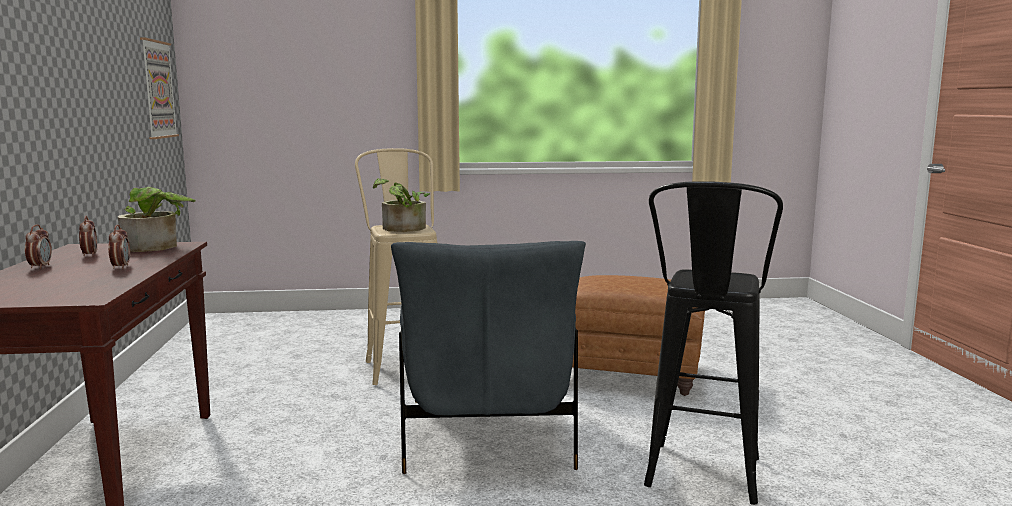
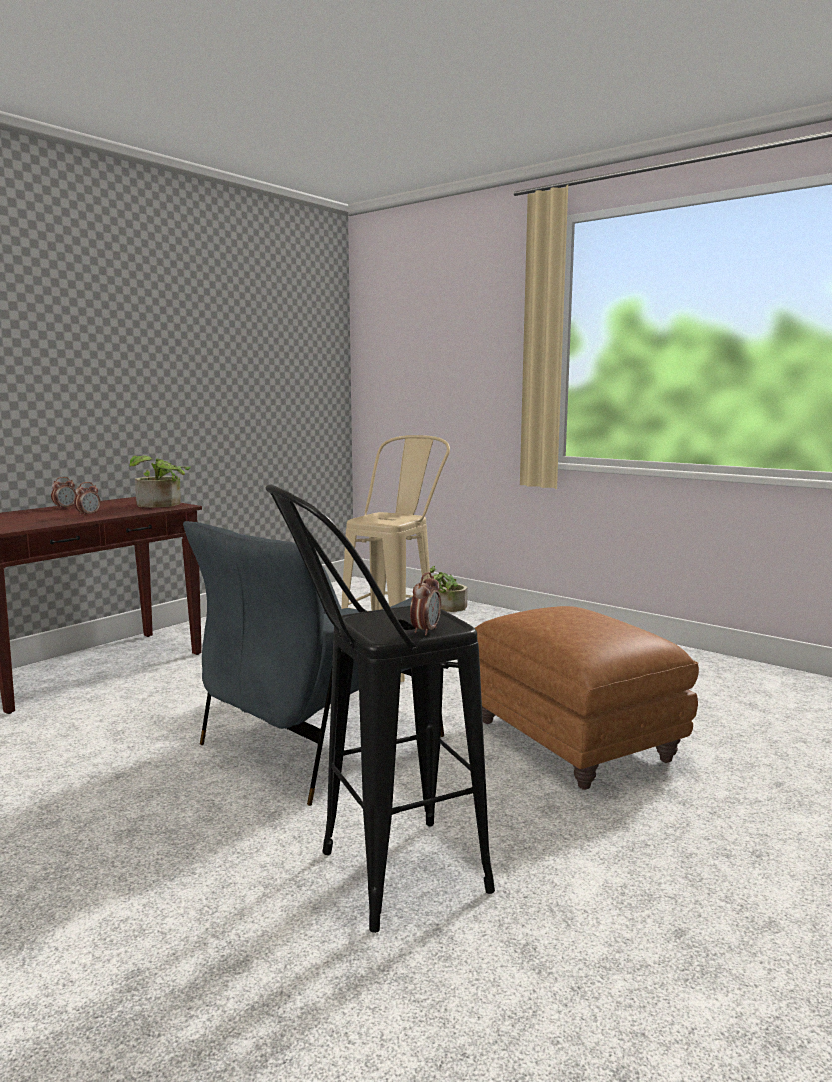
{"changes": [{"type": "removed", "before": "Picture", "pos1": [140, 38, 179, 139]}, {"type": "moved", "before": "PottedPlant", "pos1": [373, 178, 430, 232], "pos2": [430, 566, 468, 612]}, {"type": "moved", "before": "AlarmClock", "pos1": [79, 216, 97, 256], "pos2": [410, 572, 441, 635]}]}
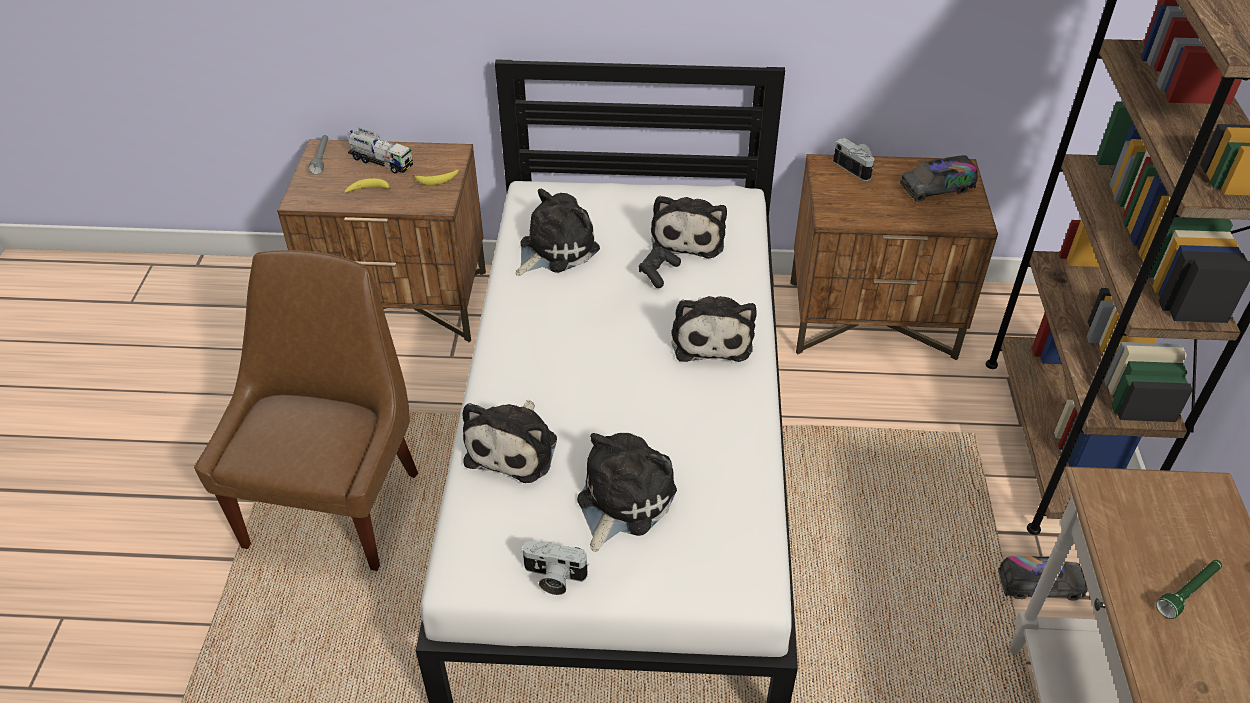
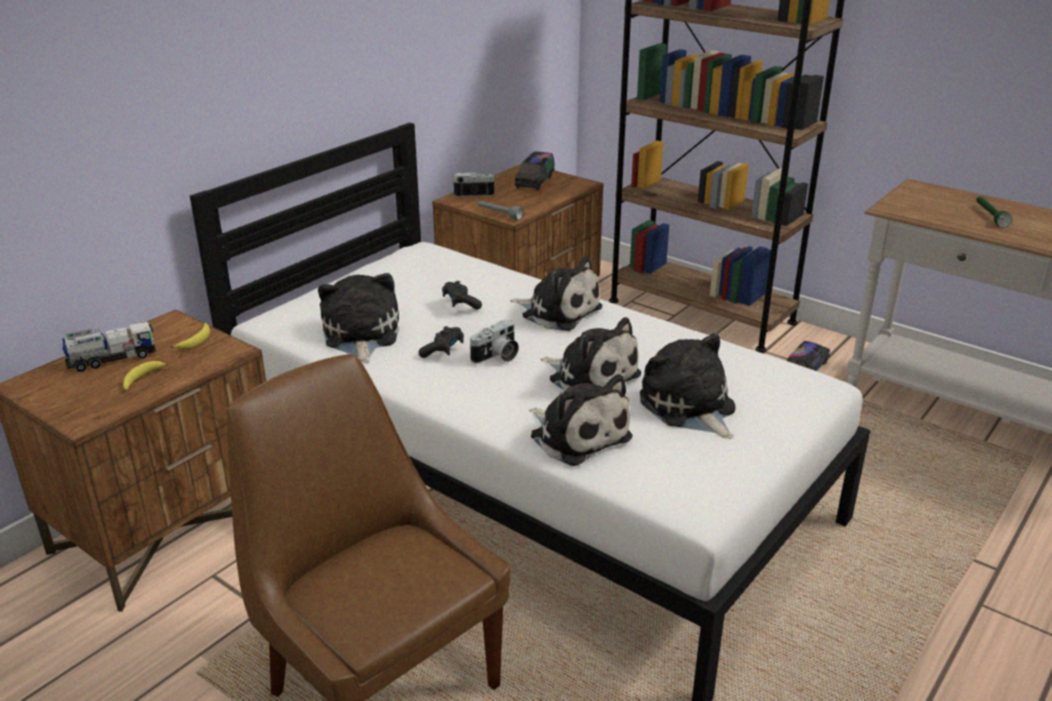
{"changes": [{"type": "moved", "before": "GreyFlashlight", "pos1": [309, 135, 328, 175], "pos2": [478, 201, 524, 220]}, {"type": "moved", "before": "PlushToy", "pos1": [651, 195, 727, 259], "pos2": [541, 317, 641, 391]}, {"type": "moved", "before": "PhotoCamera", "pos1": [521, 541, 589, 595], "pos2": [470, 320, 519, 364]}, {"type": "added", "after": "BlackGameController", "pos2": [419, 326, 464, 358]}]}
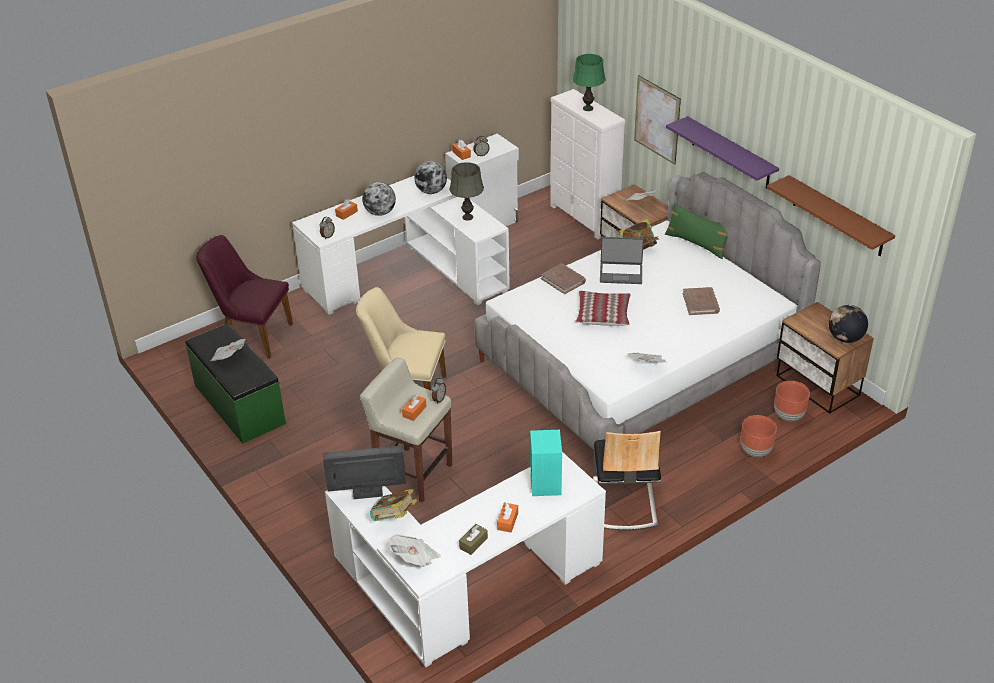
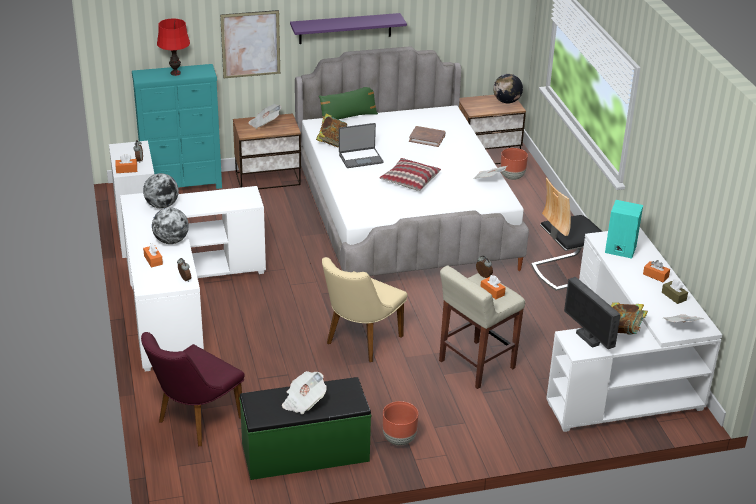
{"changes": [{"type": "recoloured", "before": "GreenTableLamp", "after": "RedTableLamp", "pos1": [572, 54, 605, 111], "pos2": [157, 18, 190, 76]}, {"type": "recoloured", "before": "WhiteDresser", "after": "TurquoiseDresser", "pos1": [550, 89, 625, 239], "pos2": [132, 64, 222, 189]}, {"type": "removed", "before": "GreyTableLamp", "pos1": [449, 162, 484, 221]}, {"type": "removed", "before": "BrownShelf", "pos1": [766, 175, 895, 256]}, {"type": "turned", "before": "Laptop", "pos1": [600, 237, 644, 284], "pos2": [339, 123, 384, 168], "turn": 45}, {"type": "removed", "before": "BrownBook", "pos1": [541, 263, 586, 294]}, {"type": "moved", "before": "BrownPlanter", "pos1": [741, 415, 777, 457], "pos2": [383, 401, 418, 446]}, {"type": "turned", "before": "Chair", "pos1": [593, 431, 661, 531], "pos2": [531, 178, 602, 291], "turn": 135}, {"type": "turned", "before": "Monitor", "pos1": [323, 445, 406, 499], "pos2": [564, 277, 621, 349], "turn": -45}]}
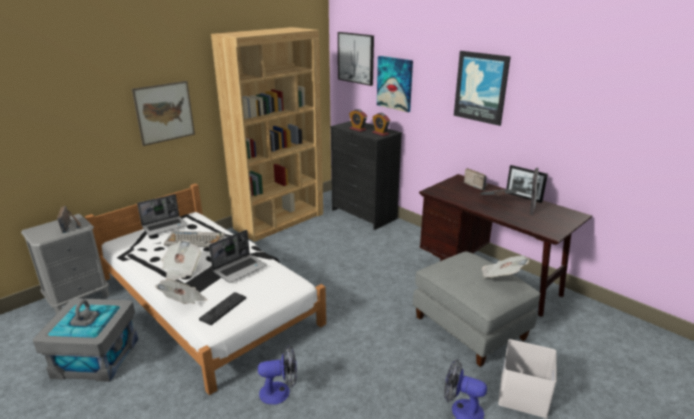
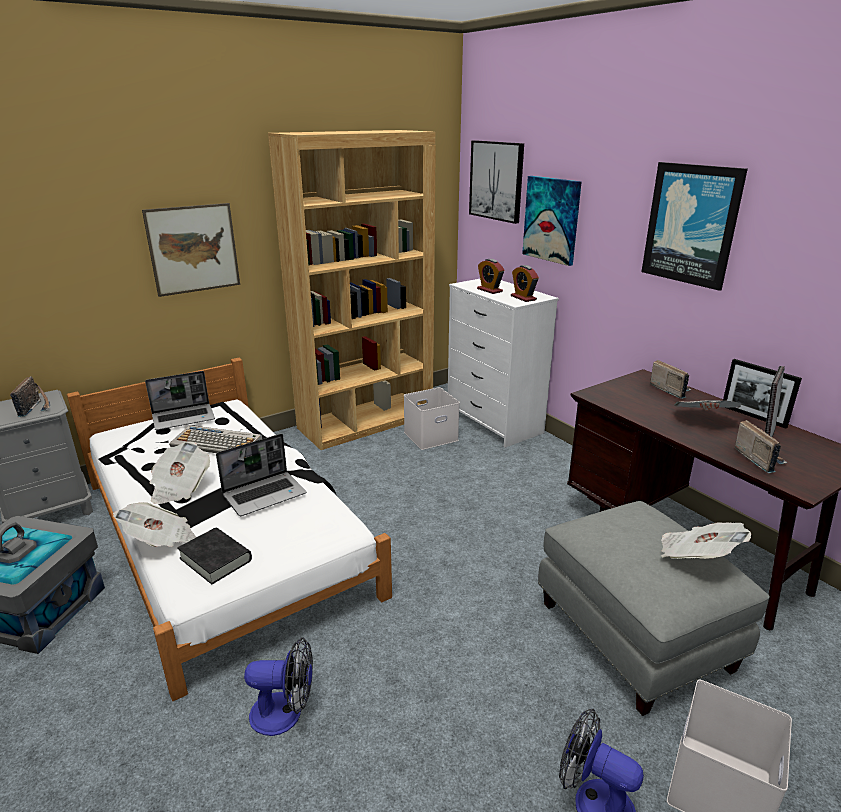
{"changes": [{"type": "recoloured", "before": "BlackDresser", "after": "WhiteDresser", "pos1": [330, 121, 402, 230], "pos2": [448, 279, 559, 448]}, {"type": "replaced", "before": "Keyboard", "after": "BlackBook", "pos1": [199, 292, 246, 325], "pos2": [177, 528, 252, 584]}, {"type": "added", "after": "WhiteStorageBox", "pos2": [404, 387, 460, 450]}, {"type": "added", "after": "Radio", "pos2": [735, 420, 788, 473]}]}
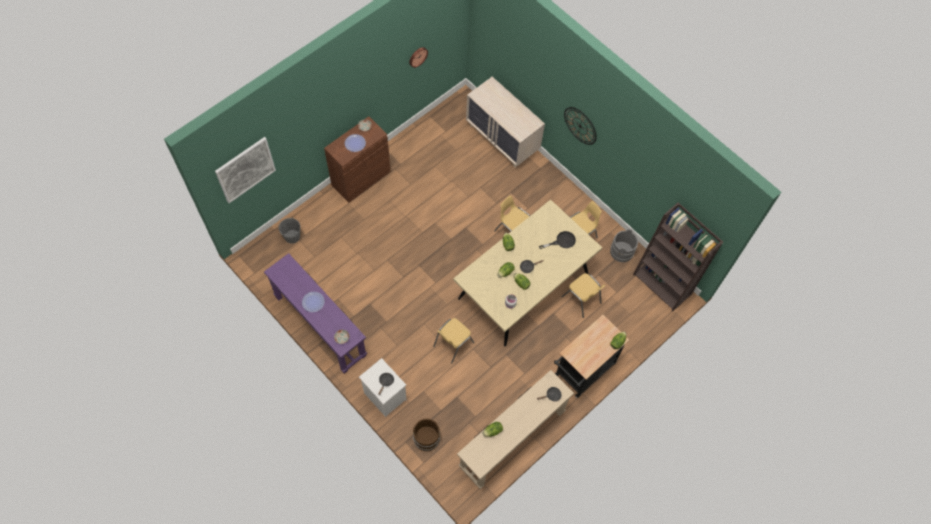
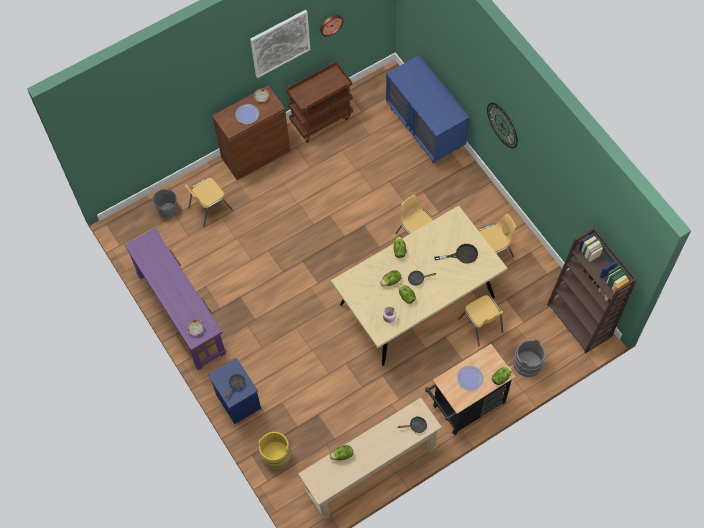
{"changes": [{"type": "recoloured", "before": "BeigeDresser", "after": "BlueDresser", "pos1": [466, 77, 545, 167], "pos2": [386, 56, 470, 164]}, {"type": "moved", "before": "Picture", "pos1": [215, 137, 276, 203], "pos2": [250, 10, 310, 78]}, {"type": "moved", "before": "GreyBucket", "pos1": [610, 229, 638, 262], "pos2": [514, 339, 545, 377]}, {"type": "moved", "before": "Plate", "pos1": [302, 292, 325, 312], "pos2": [457, 366, 483, 391]}, {"type": "moved", "before": "YellowChair", "pos1": [433, 318, 474, 363], "pos2": [185, 178, 233, 227]}, {"type": "recoloured", "before": "WhiteNightstand", "after": "BlueNightstand", "pos1": [359, 358, 407, 417], "pos2": [208, 357, 261, 424]}, {"type": "recoloured", "before": "BrownBucket", "after": "YellowBucket", "pos1": [413, 419, 440, 451], "pos2": [259, 432, 291, 469]}, {"type": "added", "after": "BrownCart", "pos2": [286, 61, 353, 143]}]}
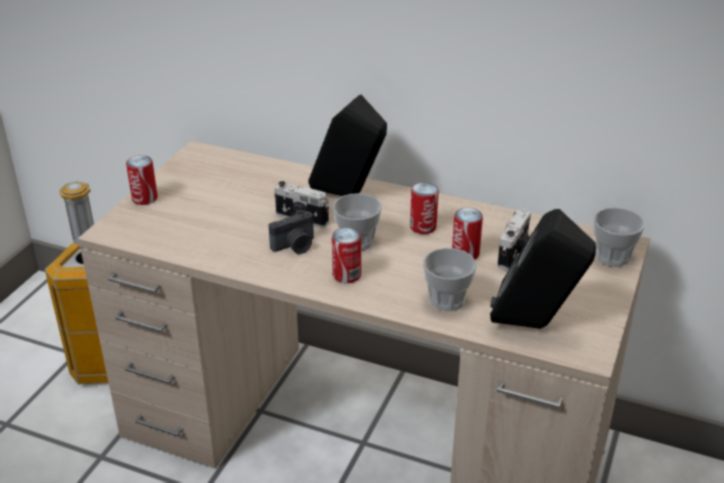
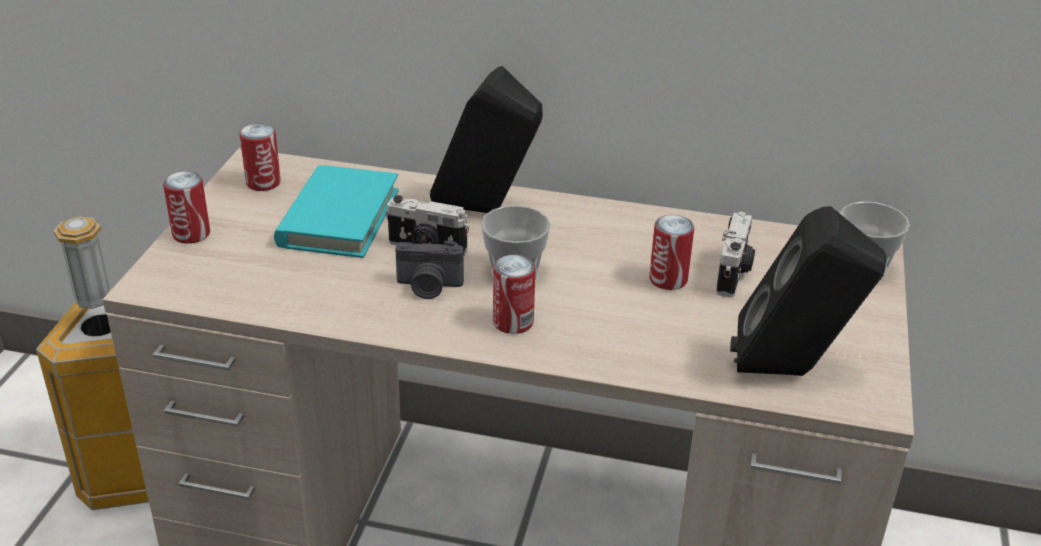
{"changes": [{"type": "moved", "before": "Can", "pos1": [410, 182, 439, 234], "pos2": [240, 123, 281, 191]}, {"type": "turned", "before": "PhotoCamera", "pos1": [269, 210, 314, 254], "pos2": [395, 241, 464, 299], "turn": 45}, {"type": "removed", "before": "Cup", "pos1": [423, 248, 476, 311]}, {"type": "added", "after": "TurquoiseBook", "pos2": [274, 165, 399, 258]}]}
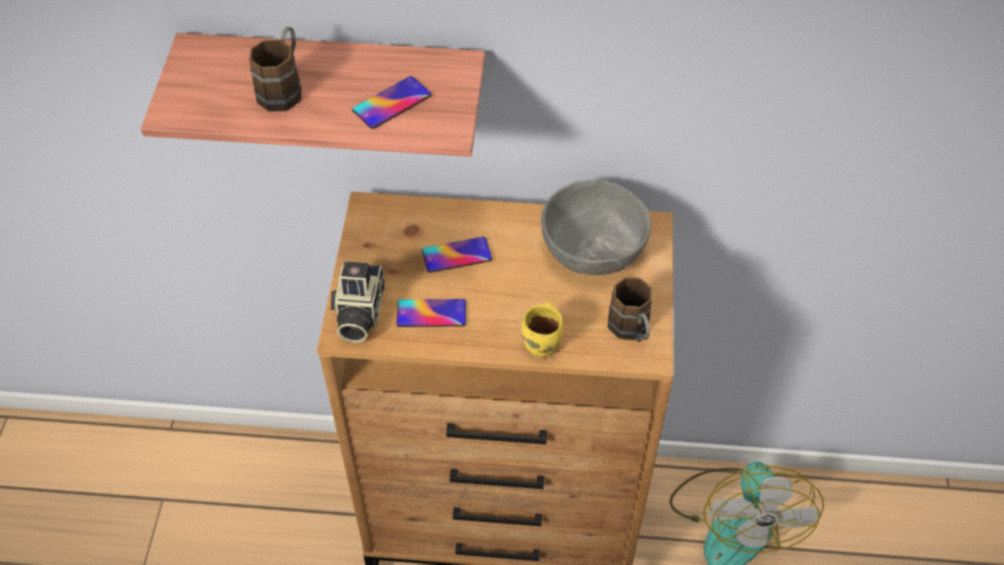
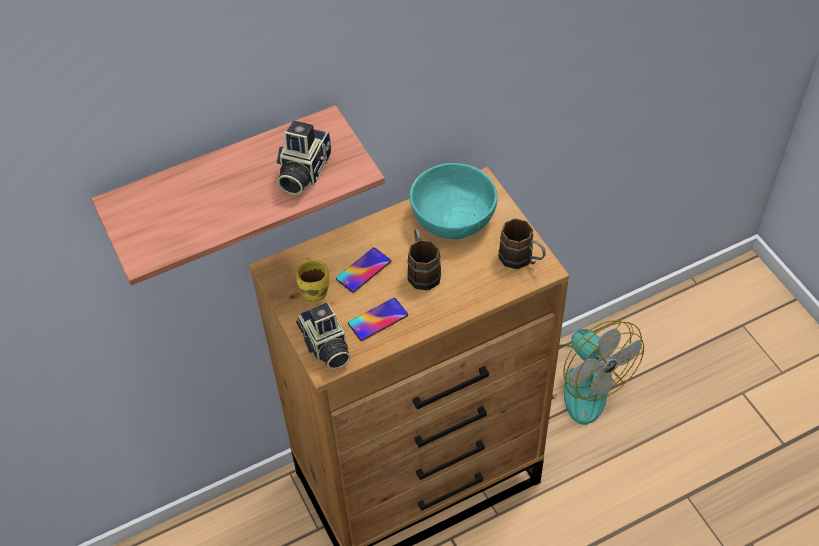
{"changes": [{"type": "moved", "before": "BrownMug", "pos1": [249, 27, 302, 112], "pos2": [407, 228, 441, 290]}, {"type": "replaced", "before": "Phone", "after": "PhotoCamera", "pos1": [352, 76, 432, 129], "pos2": [277, 121, 331, 195]}, {"type": "recoloured", "before": "GreyBowl", "after": "TurquoiseBowl", "pos1": [541, 180, 651, 275], "pos2": [410, 163, 498, 239]}, {"type": "moved", "before": "YellowMug", "pos1": [521, 302, 564, 358], "pos2": [296, 258, 330, 302]}]}
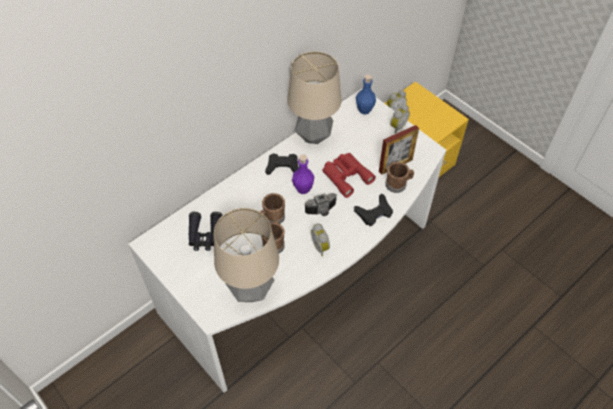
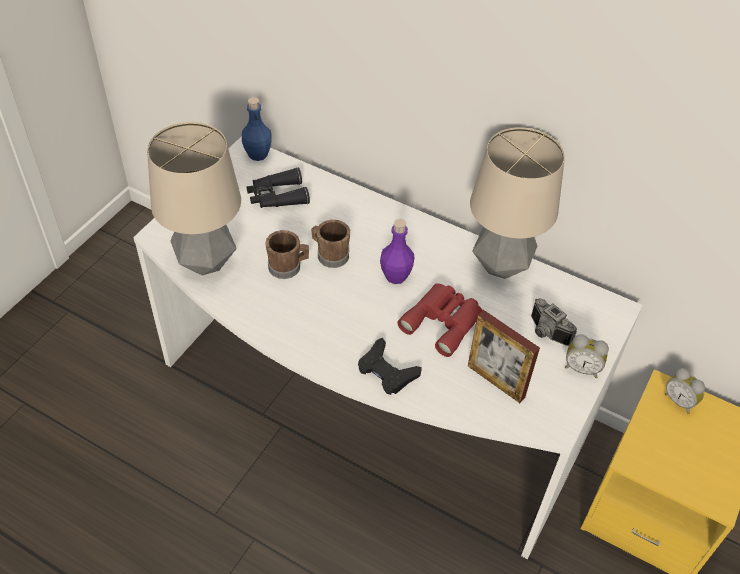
{"changes": [{"type": "moved", "before": "BlueBottle", "pos1": [356, 74, 376, 115], "pos2": [242, 97, 272, 161]}, {"type": "removed", "before": "BlackGameController", "pos1": [265, 153, 299, 175]}, {"type": "removed", "before": "BrownMug", "pos1": [386, 162, 414, 193]}, {"type": "moved", "before": "PhotoCamera", "pos1": [304, 193, 337, 216], "pos2": [531, 298, 577, 346]}, {"type": "removed", "before": "AlarmClock", "pos1": [311, 223, 330, 256]}]}
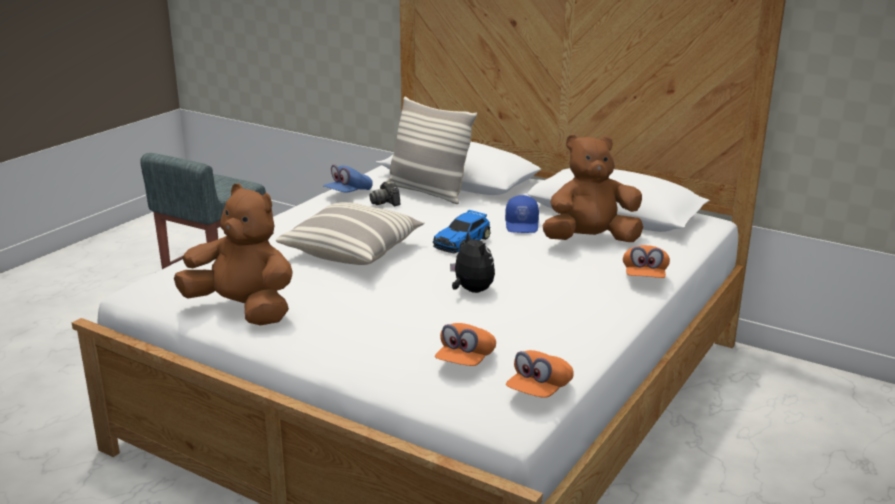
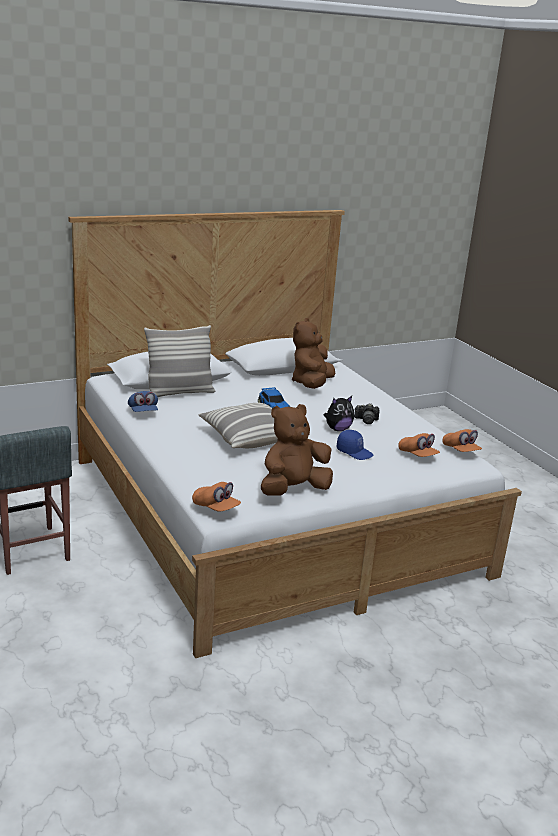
{"changes": [{"type": "moved", "before": "PhotoCamera", "pos1": [369, 181, 401, 206], "pos2": [354, 403, 379, 424]}, {"type": "moved", "before": "BlueCap", "pos1": [505, 195, 539, 233], "pos2": [337, 430, 374, 460]}, {"type": "turned", "before": "PlushToy", "pos1": [450, 231, 495, 293], "pos2": [324, 396, 354, 431], "turn": 150}, {"type": "moved", "before": "OrangeCap", "pos1": [623, 245, 670, 278], "pos2": [192, 482, 241, 511]}]}
